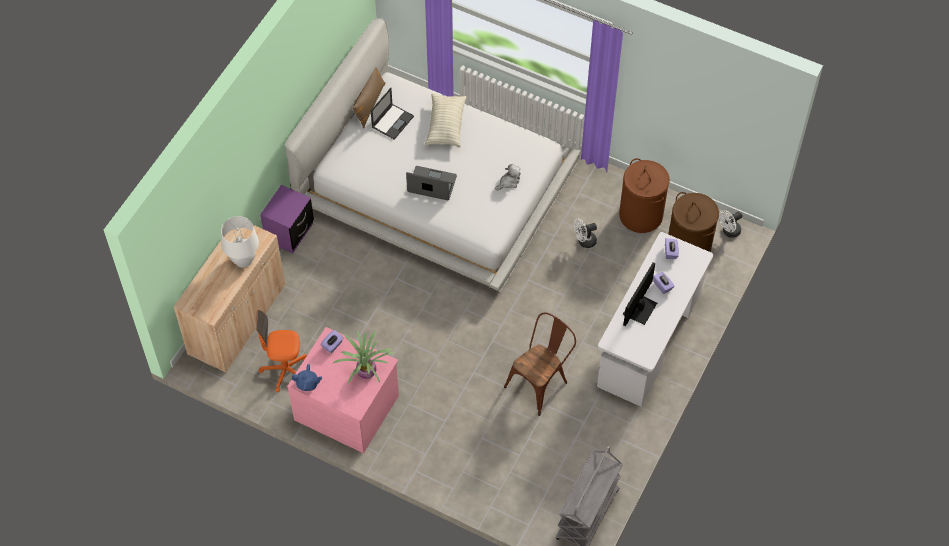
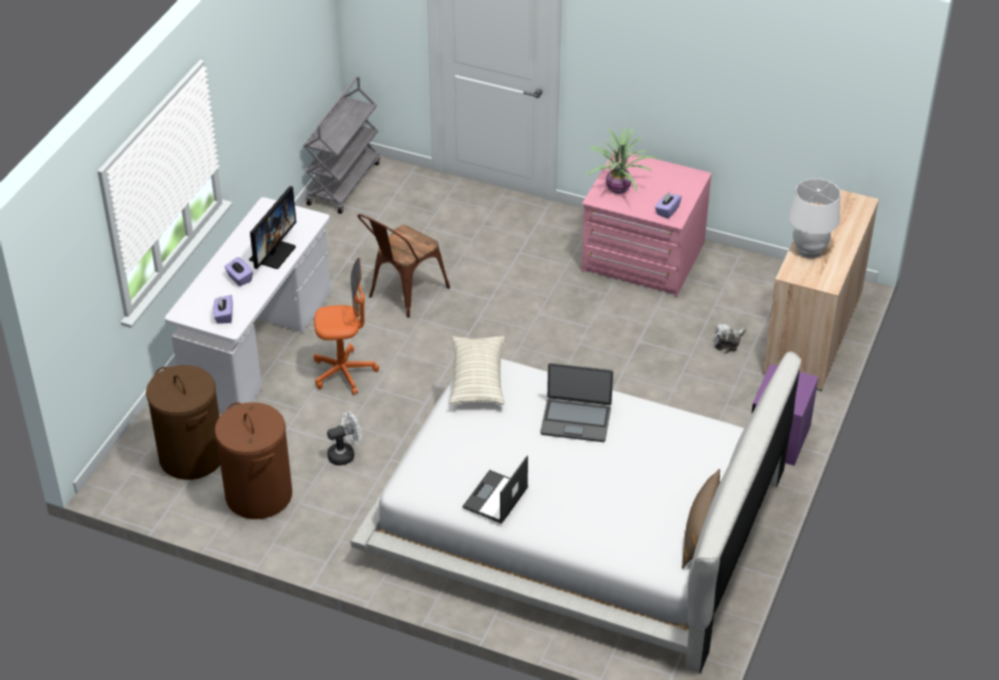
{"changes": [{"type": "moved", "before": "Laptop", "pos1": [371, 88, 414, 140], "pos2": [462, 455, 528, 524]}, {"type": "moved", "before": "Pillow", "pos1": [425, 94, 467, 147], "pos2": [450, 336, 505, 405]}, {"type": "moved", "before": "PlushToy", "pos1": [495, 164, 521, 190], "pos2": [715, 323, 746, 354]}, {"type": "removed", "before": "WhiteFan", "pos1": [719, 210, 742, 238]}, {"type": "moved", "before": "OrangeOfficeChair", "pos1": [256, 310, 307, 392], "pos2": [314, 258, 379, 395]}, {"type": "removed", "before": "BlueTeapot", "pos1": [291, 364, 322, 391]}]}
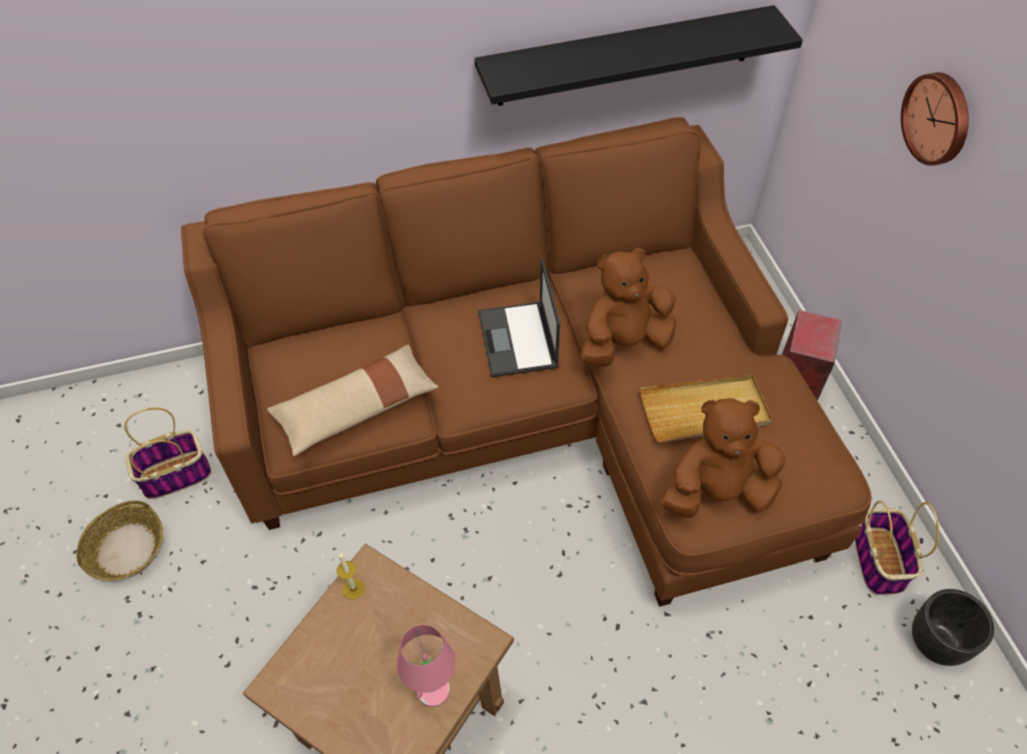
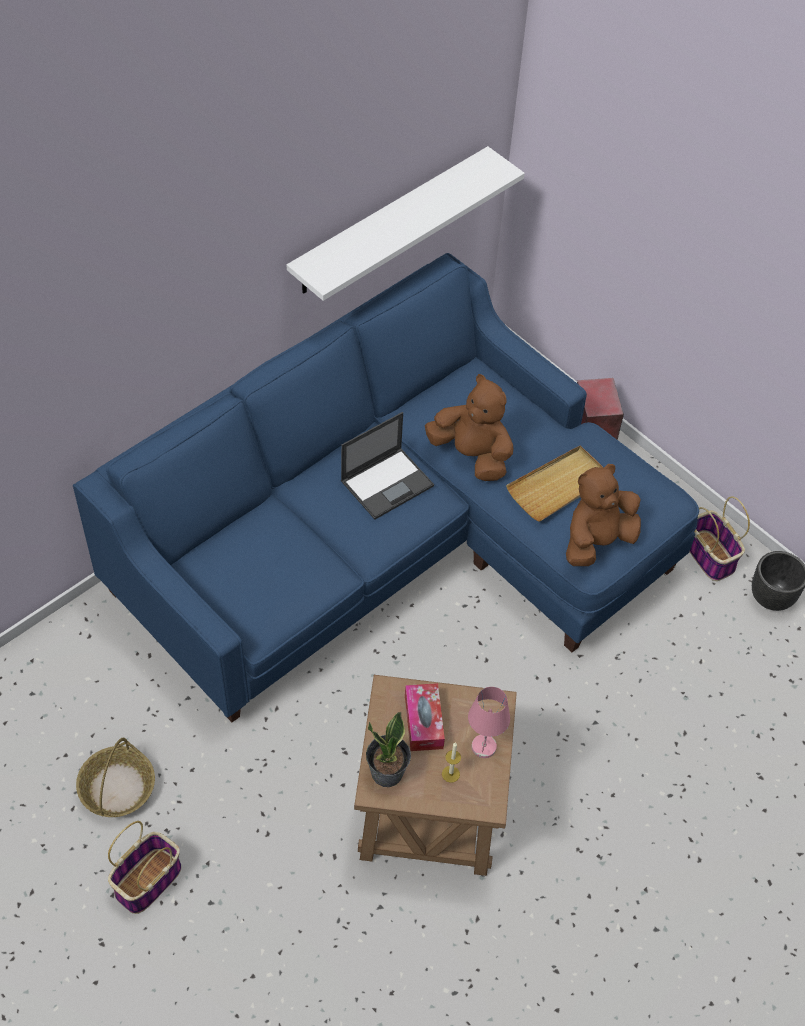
{"changes": [{"type": "recoloured", "before": "BlackShelf", "after": "WhiteShelf", "pos1": [475, 5, 803, 106], "pos2": [287, 146, 525, 301]}, {"type": "removed", "before": "WallClock", "pos1": [901, 72, 969, 166]}, {"type": "recoloured", "before": "BrownSofa", "after": "BlueSofa", "pos1": [181, 117, 872, 607], "pos2": [73, 253, 699, 722]}, {"type": "turned", "before": "BrownPlushToy", "pos1": [581, 248, 676, 367], "pos2": [425, 374, 514, 481], "turn": 90}, {"type": "turned", "before": "Laptop", "pos1": [478, 258, 560, 377], "pos2": [341, 412, 434, 520], "turn": -90}, {"type": "removed", "before": "BeigePillow", "pos1": [267, 345, 439, 456]}, {"type": "moved", "before": "Basket", "pos1": [124, 407, 211, 499], "pos2": [108, 821, 182, 914]}, {"type": "moved", "before": "Candle", "pos1": [337, 553, 365, 600], "pos2": [442, 742, 461, 783]}, {"type": "added", "after": "TissueBox", "pos2": [405, 683, 445, 751]}, {"type": "added", "after": "PottedPlant", "pos2": [366, 712, 411, 787]}]}
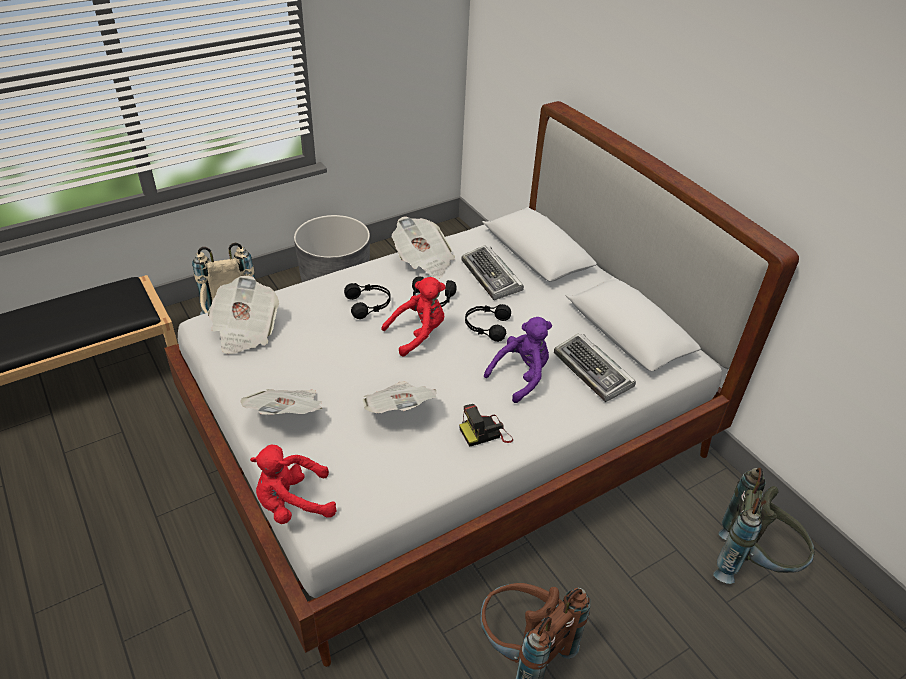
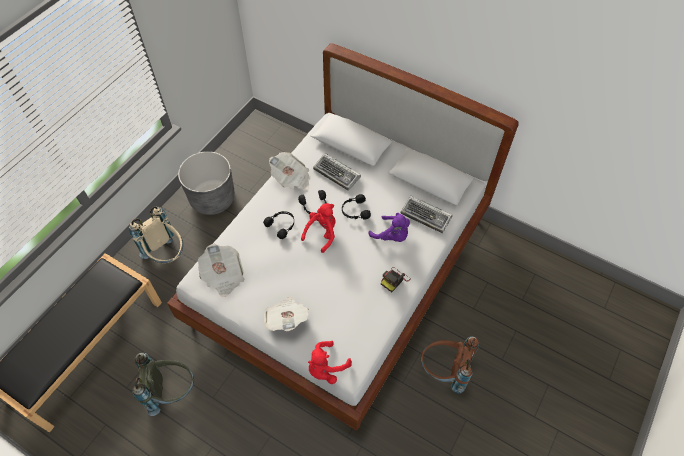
{"changes": [{"type": "turned", "before": "PurplePlushToy", "pos1": [484, 317, 552, 403], "pos2": [369, 213, 410, 242], "turn": 105}, {"type": "removed", "before": "Newspaper", "pos1": [363, 381, 437, 413]}, {"type": "moved", "before": "GreyBackpack", "pos1": [713, 468, 815, 584], "pos2": [132, 353, 194, 416]}]}
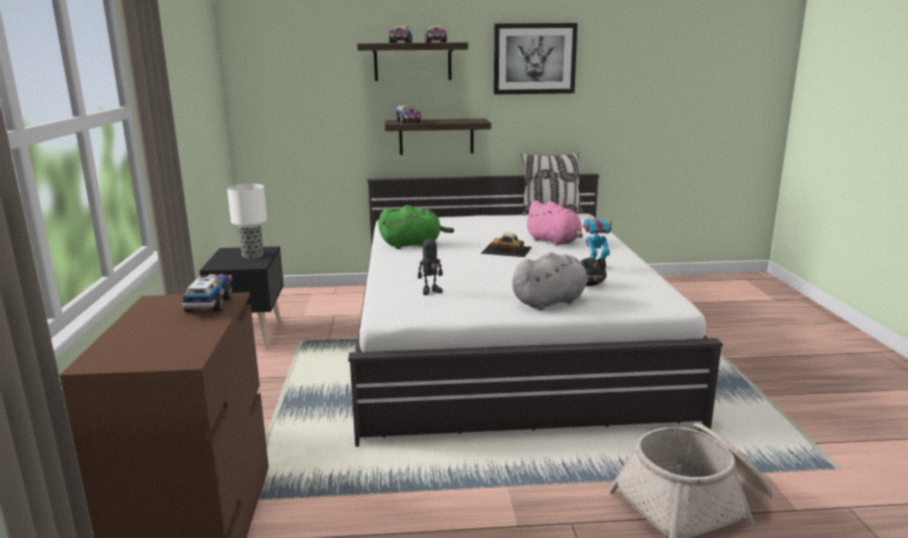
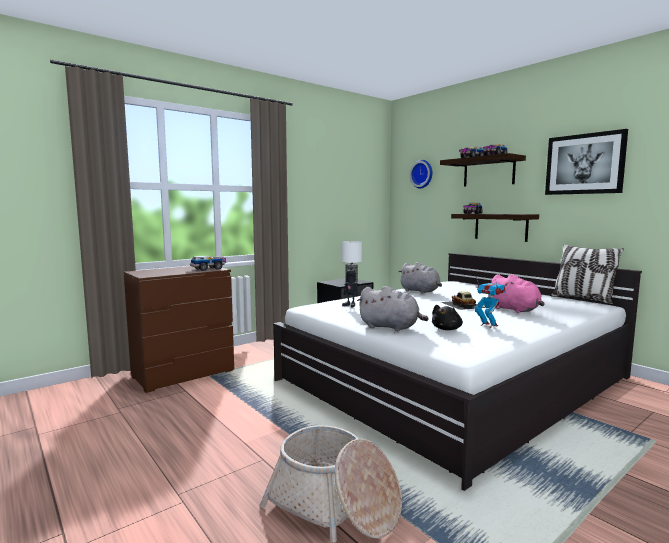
{"changes": [{"type": "turned", "before": "PinkPlushToy", "pos1": [524, 200, 583, 246], "pos2": [489, 274, 544, 313], "turn": -45}, {"type": "recoloured", "before": "GreenPlushToy", "after": "GreyPlushToy", "pos1": [378, 205, 454, 249], "pos2": [398, 262, 442, 294]}, {"type": "added", "after": "WallClock", "pos2": [410, 160, 432, 188]}]}
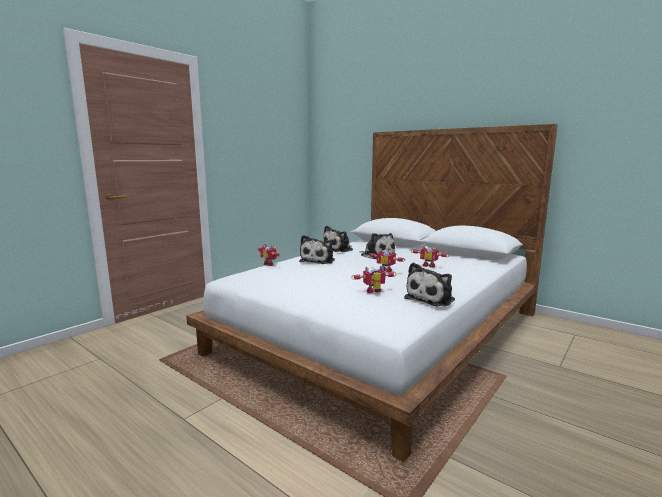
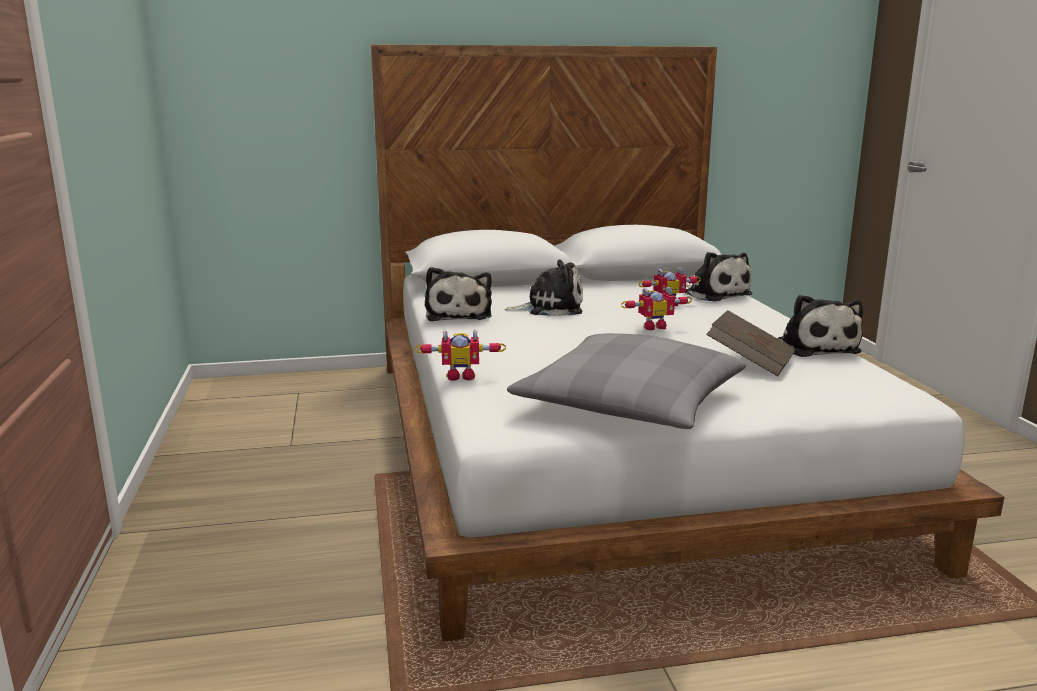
{"changes": [{"type": "moved", "before": "PlushToy", "pos1": [299, 235, 335, 264], "pos2": [686, 252, 752, 302]}, {"type": "replaced", "before": "ToyRobot", "after": "BrownBook", "pos1": [351, 266, 397, 293], "pos2": [706, 310, 796, 376]}, {"type": "added", "after": "GreyPillow", "pos2": [507, 333, 746, 429]}]}
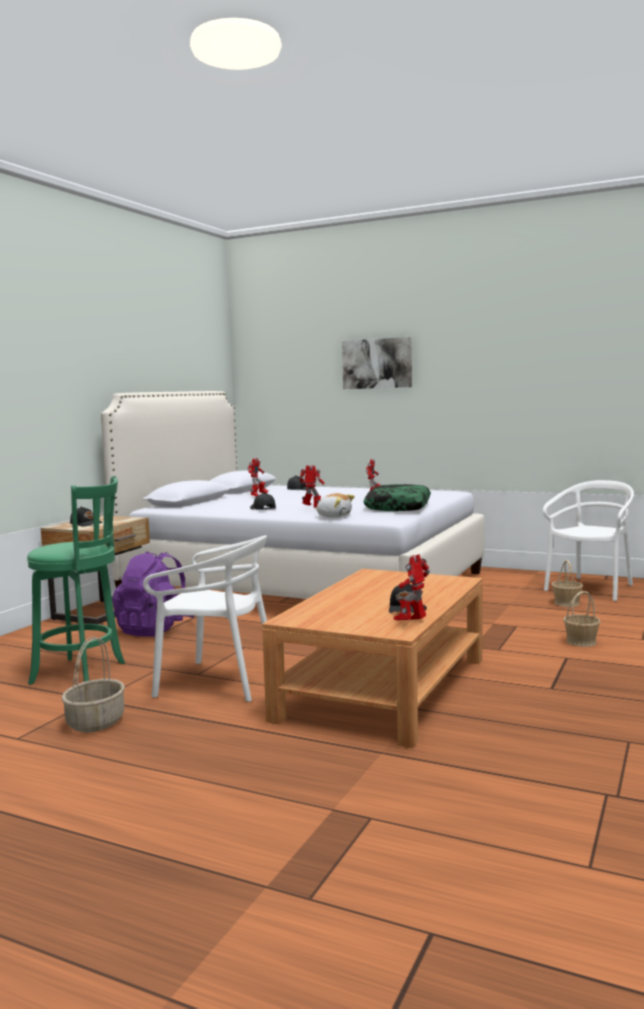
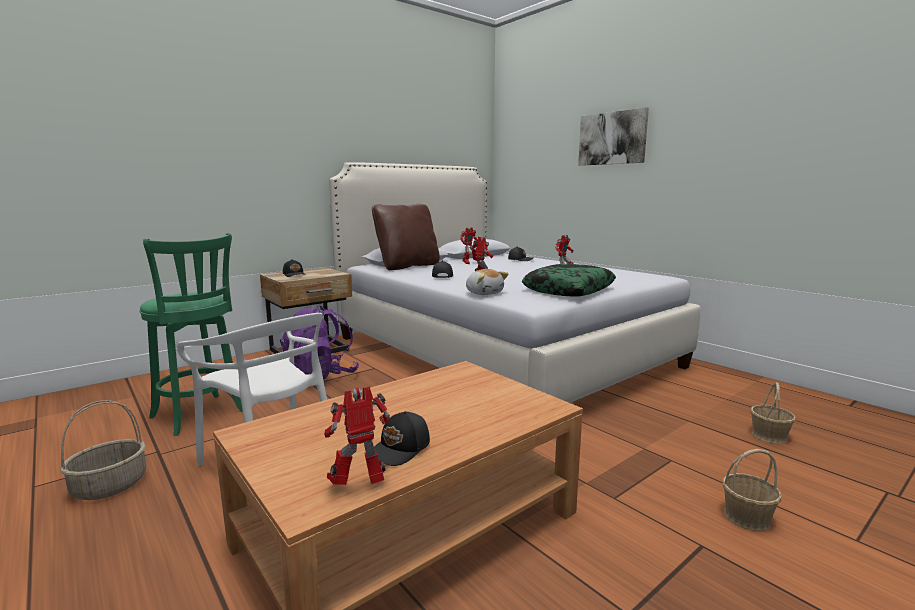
{"changes": [{"type": "removed", "before": "WhiteChair", "pos1": [543, 480, 634, 601]}, {"type": "added", "after": "BrownPillow", "pos2": [372, 204, 440, 270]}]}
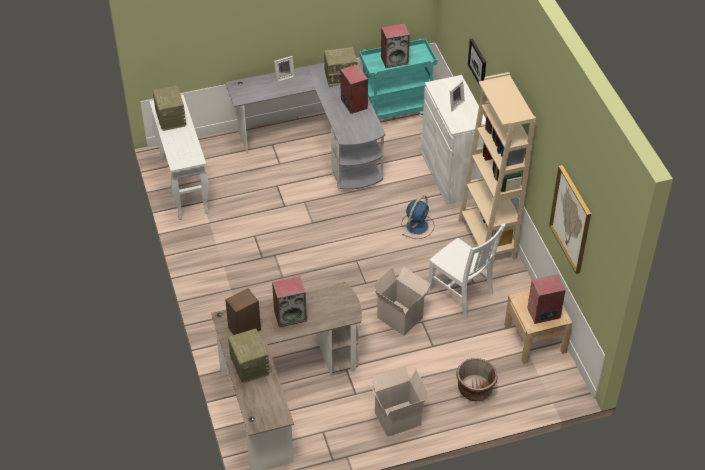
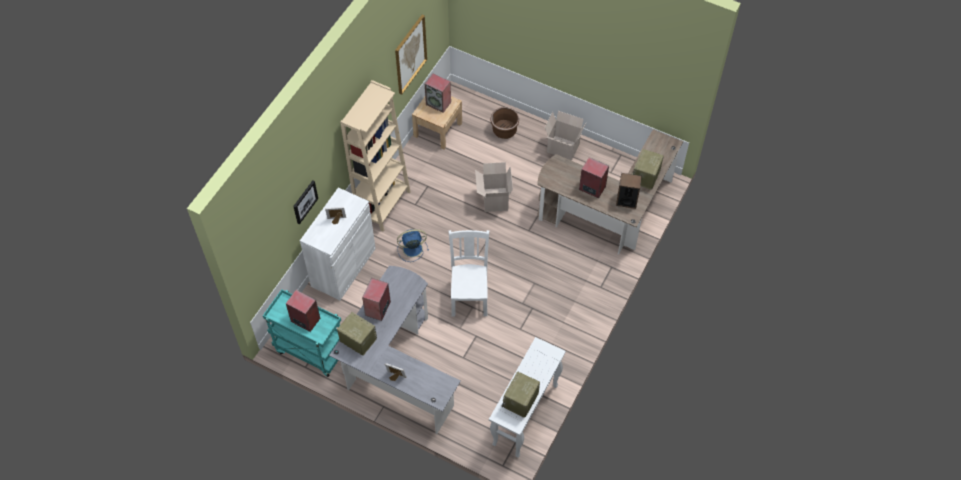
{"changes": [{"type": "moved", "before": "WhiteChair", "pos1": [428, 224, 506, 316], "pos2": [448, 230, 489, 316]}]}
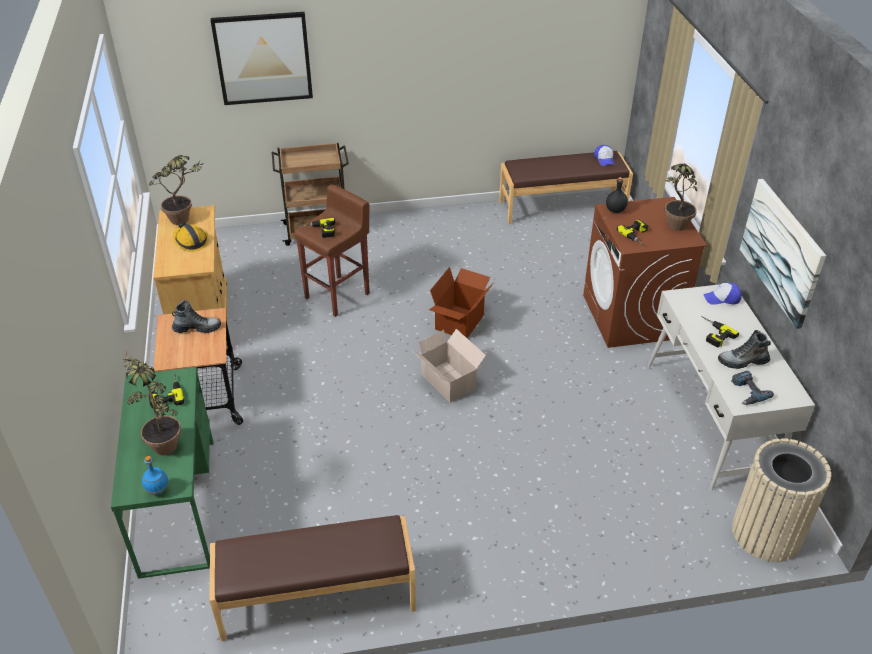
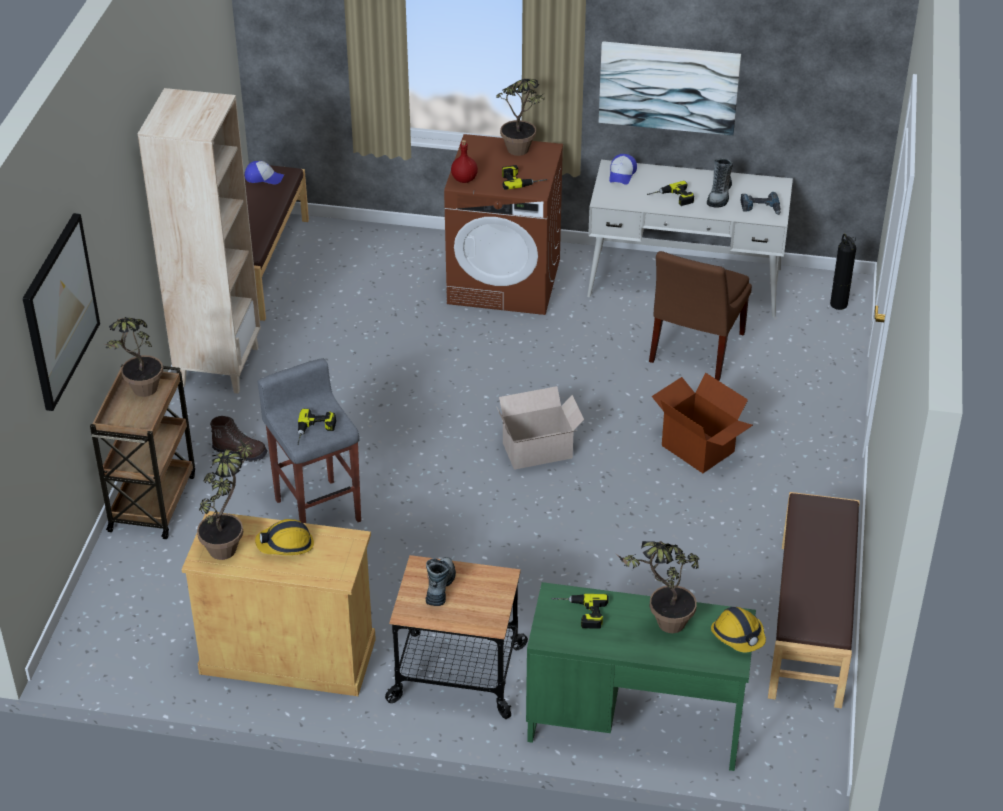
{"changes": [{"type": "recoloured", "before": "BlackBottle", "after": "RedBottle", "pos1": [606, 177, 628, 213], "pos2": [451, 140, 478, 183]}, {"type": "recoloured", "before": "BrownStool", "after": "GreyStool", "pos1": [294, 185, 369, 317], "pos2": [257, 359, 361, 523]}, {"type": "moved", "before": "CardboardBox", "pos1": [429, 267, 494, 338], "pos2": [652, 373, 753, 473]}, {"type": "replaced", "before": "BeigeTrashCan", "after": "FireExtinguisher", "pos1": [732, 438, 831, 562], "pos2": [830, 234, 856, 310]}, {"type": "replaced", "before": "BlueBottle", "after": "HardHat", "pos1": [142, 456, 169, 495], "pos2": [711, 607, 766, 653]}, {"type": "added", "after": "BeigeBookcase", "pos2": [138, 88, 261, 394]}, {"type": "added", "after": "BrownChair", "pos2": [649, 251, 752, 381]}, {"type": "added", "after": "PottedPlant", "pos2": [105, 317, 163, 397]}, {"type": "added", "after": "BrownBoot", "pos2": [210, 416, 267, 462]}]}
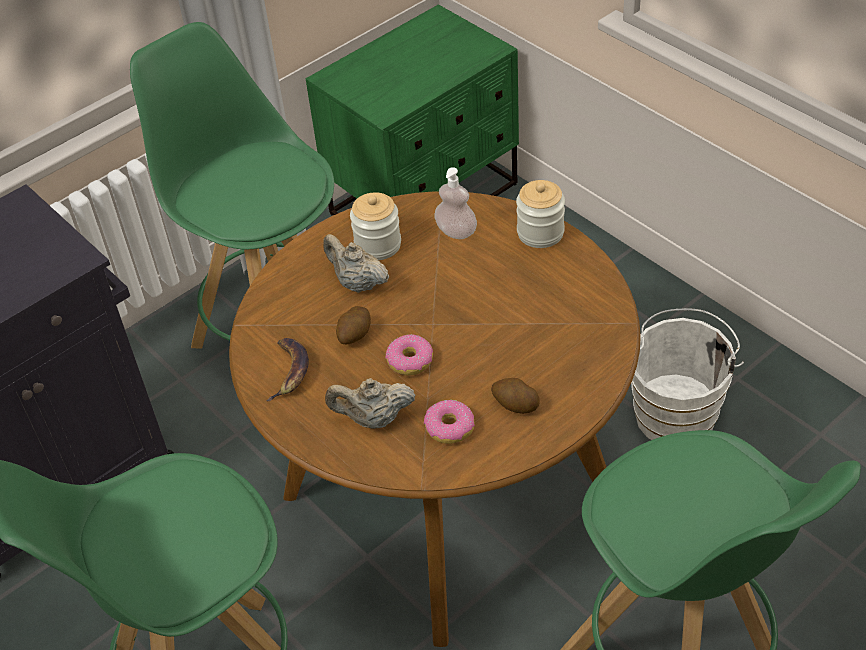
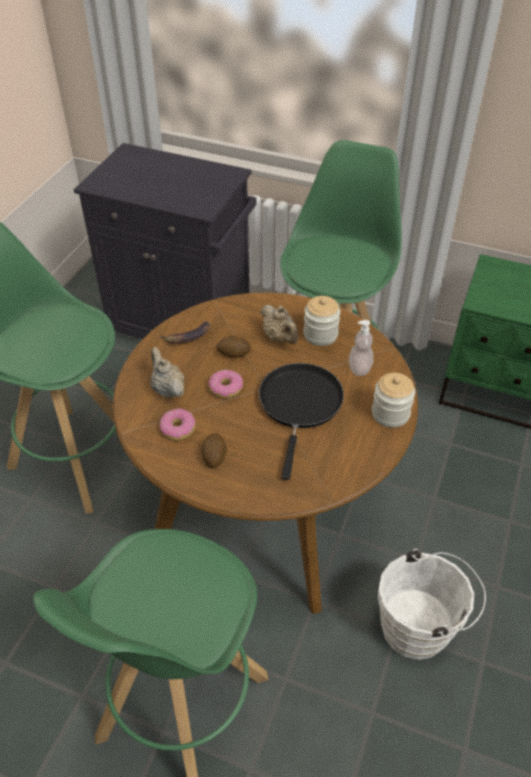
{"changes": [{"type": "turned", "before": "BeigeTeapot", "pos1": [323, 234, 389, 293], "pos2": [261, 305, 298, 344], "turn": 135}, {"type": "added", "after": "BlackFryingPan", "pos2": [259, 363, 344, 480]}]}
